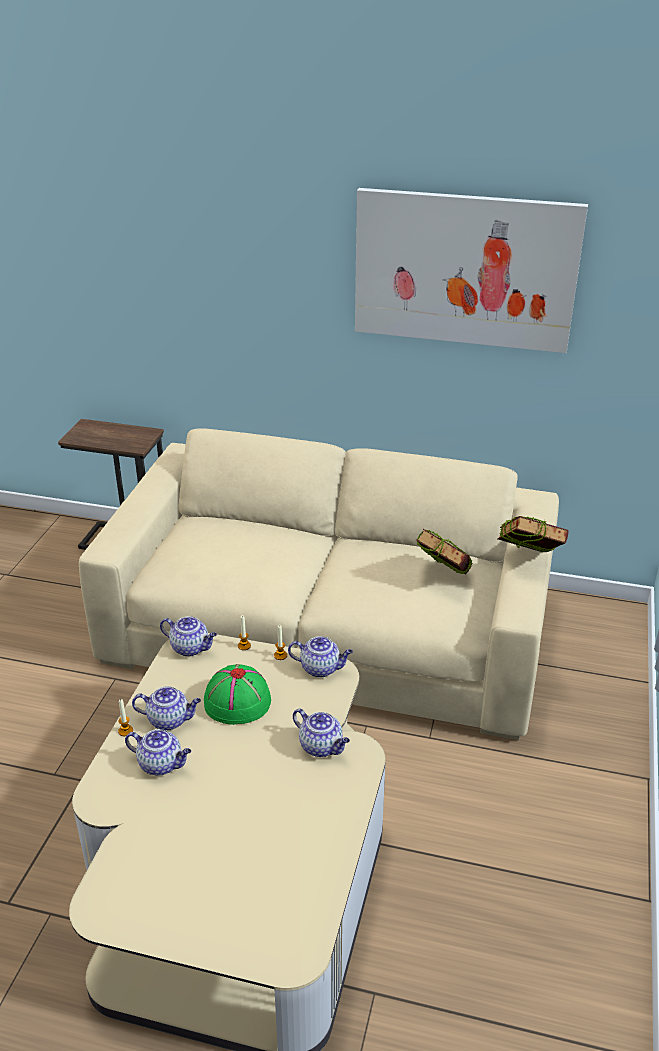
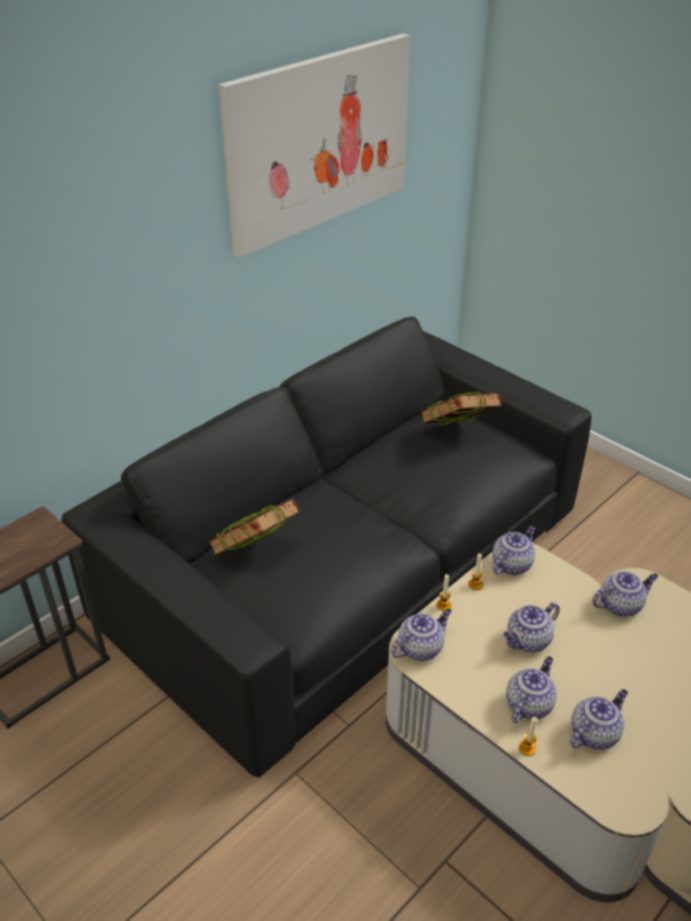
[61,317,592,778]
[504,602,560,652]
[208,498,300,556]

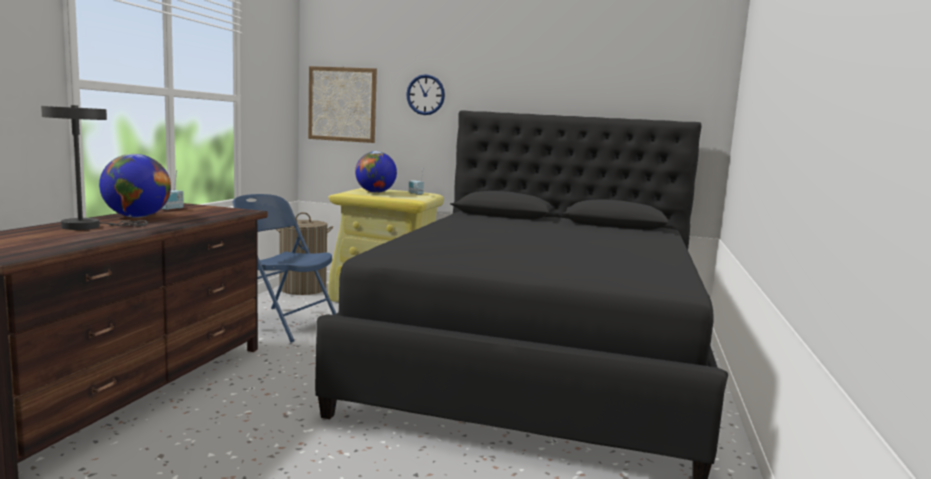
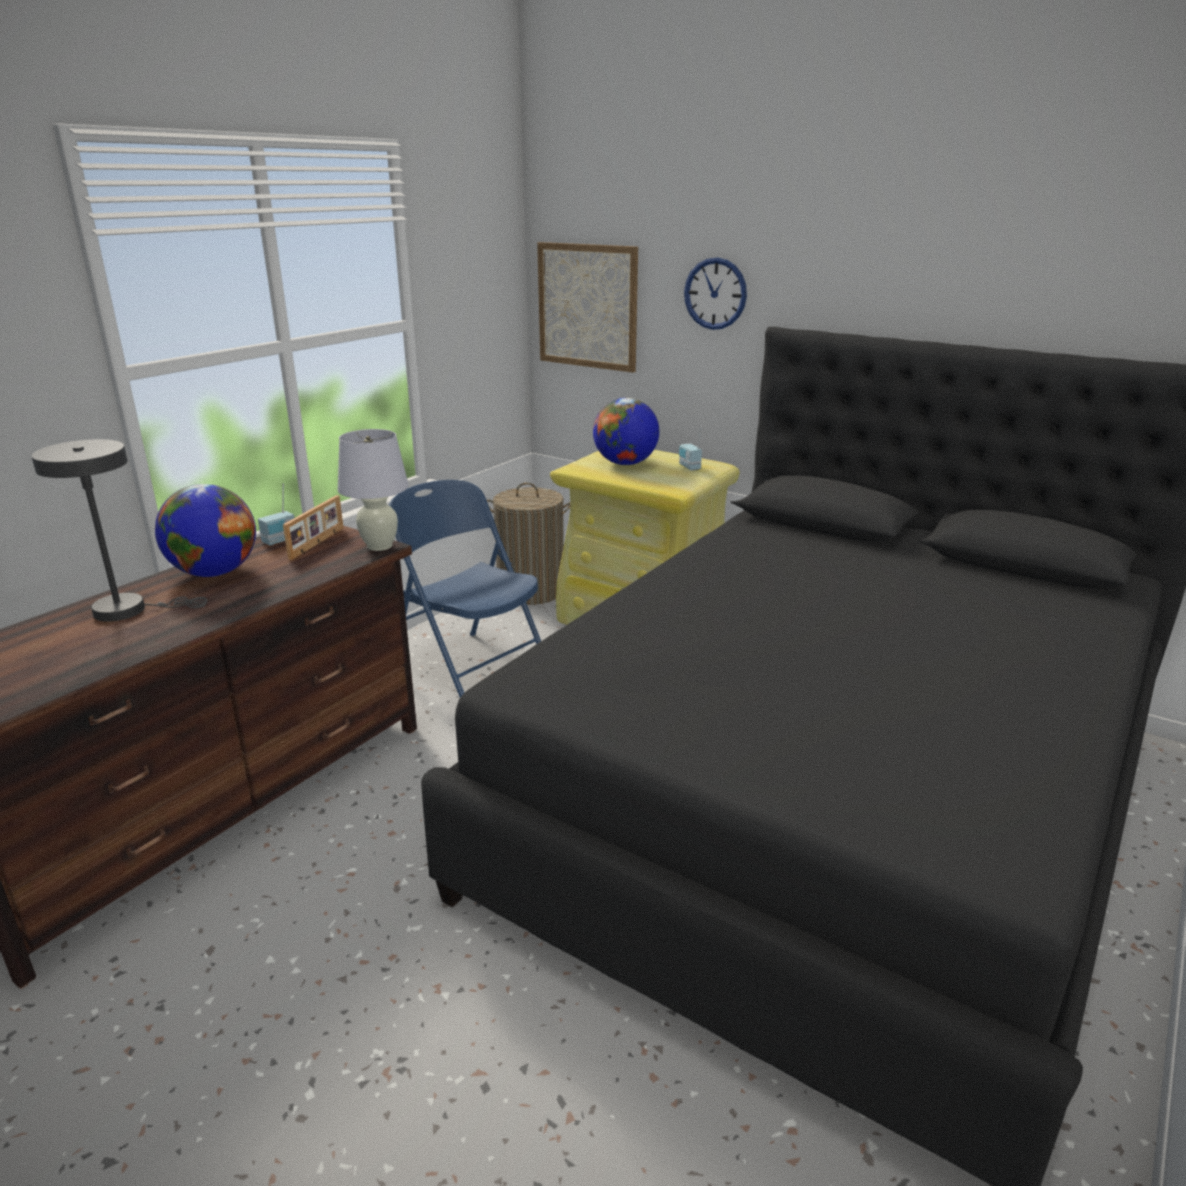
[283,495,344,560]
[338,429,409,551]

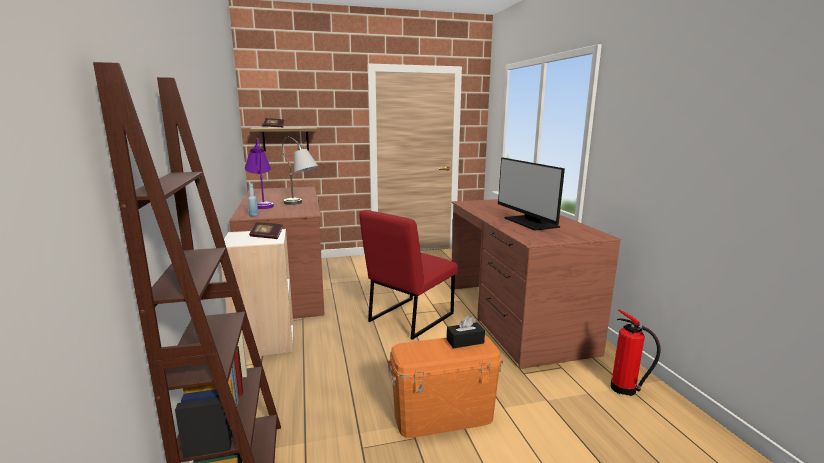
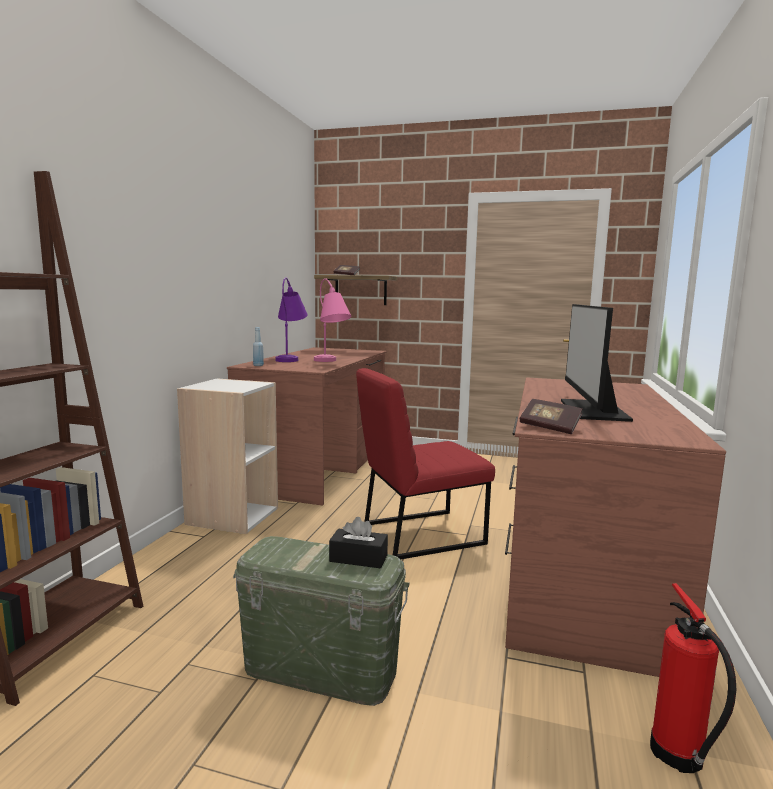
[520,399,582,434]
[314,278,352,362]
[233,536,410,706]

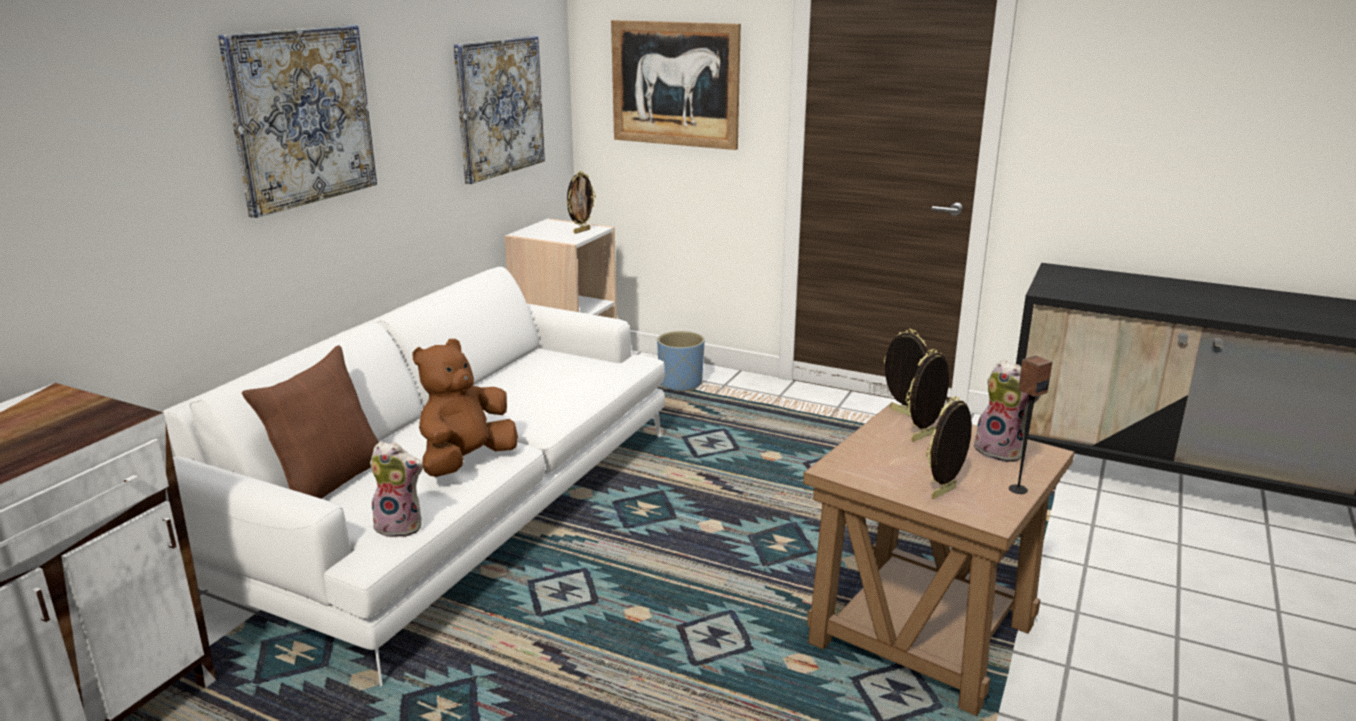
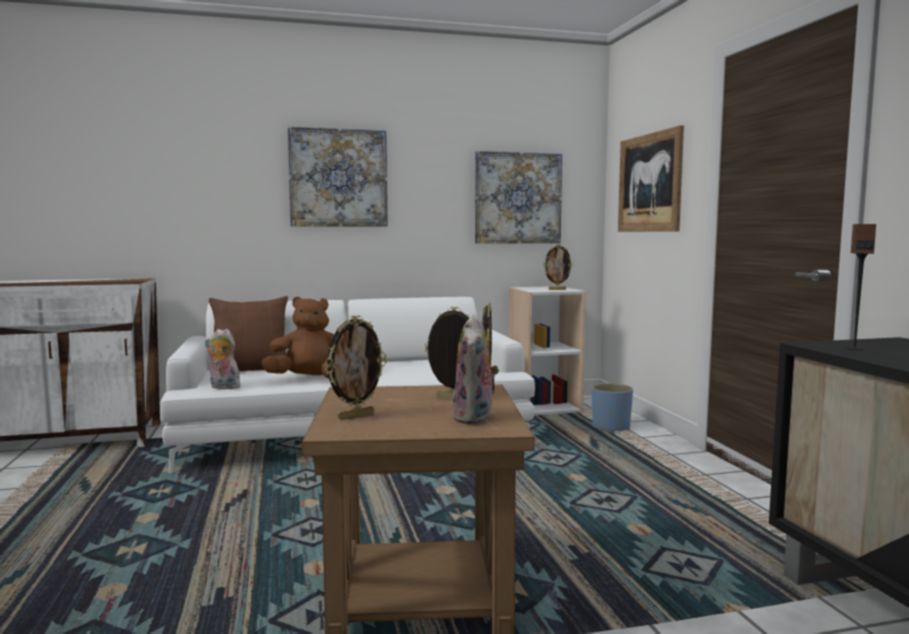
[205,329,241,389]
[325,315,387,420]
[845,224,876,350]

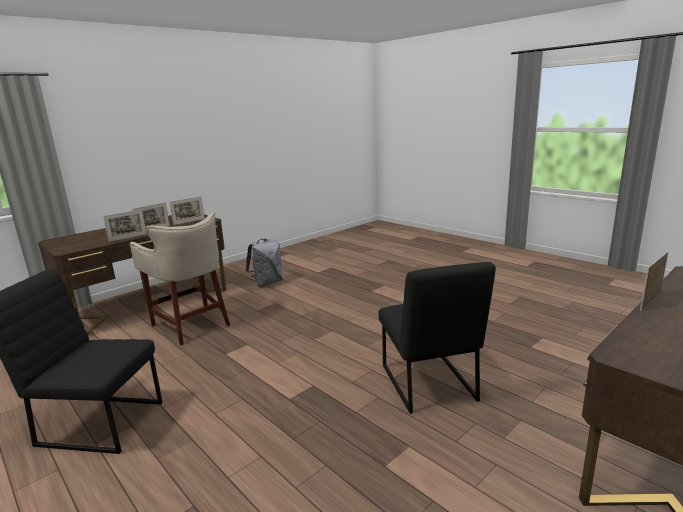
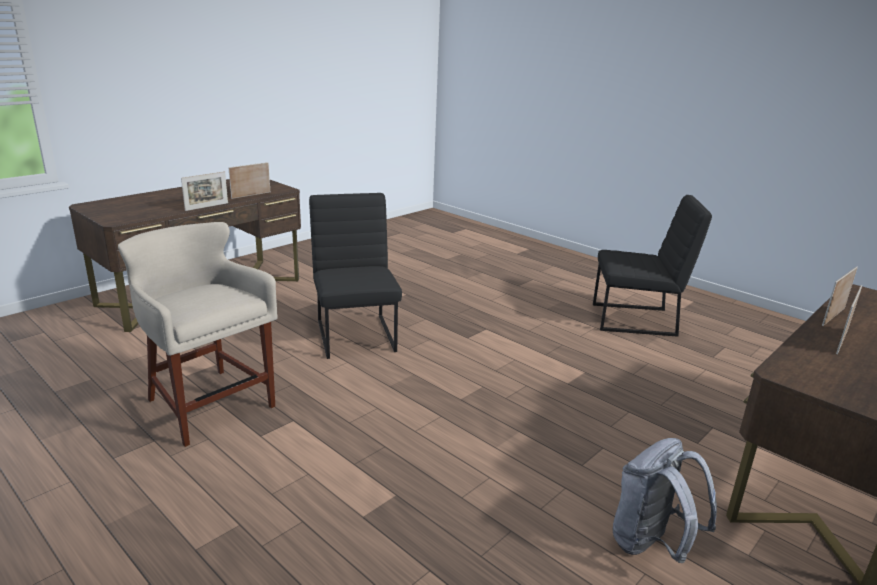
[118,222,278,447]
[229,162,270,199]

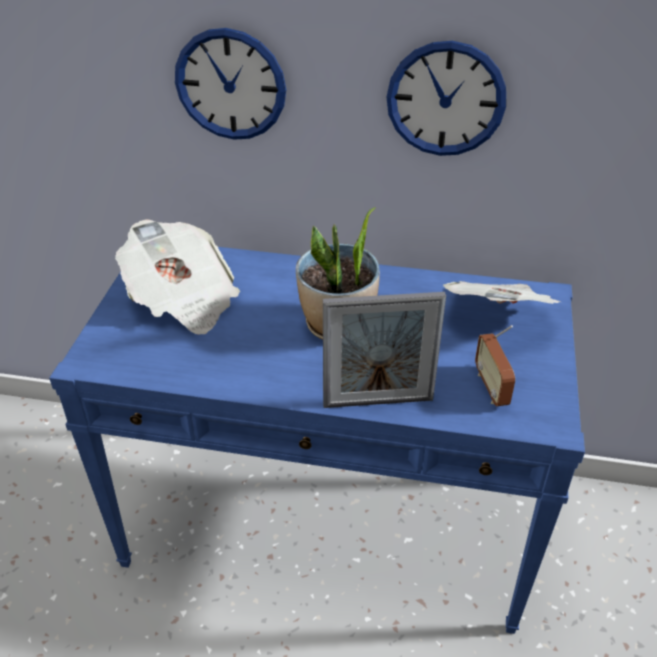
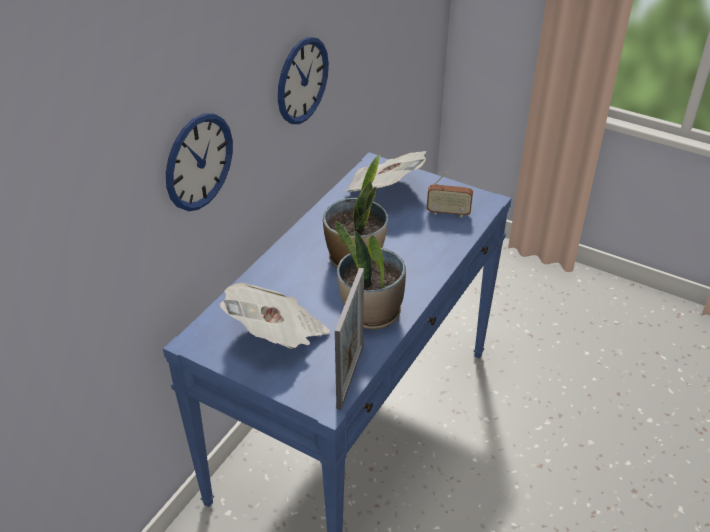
[335,268,364,410]
[335,221,406,329]

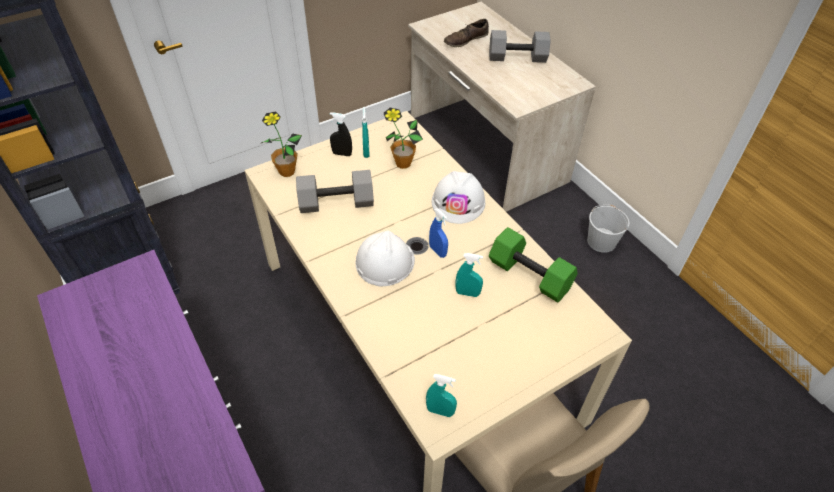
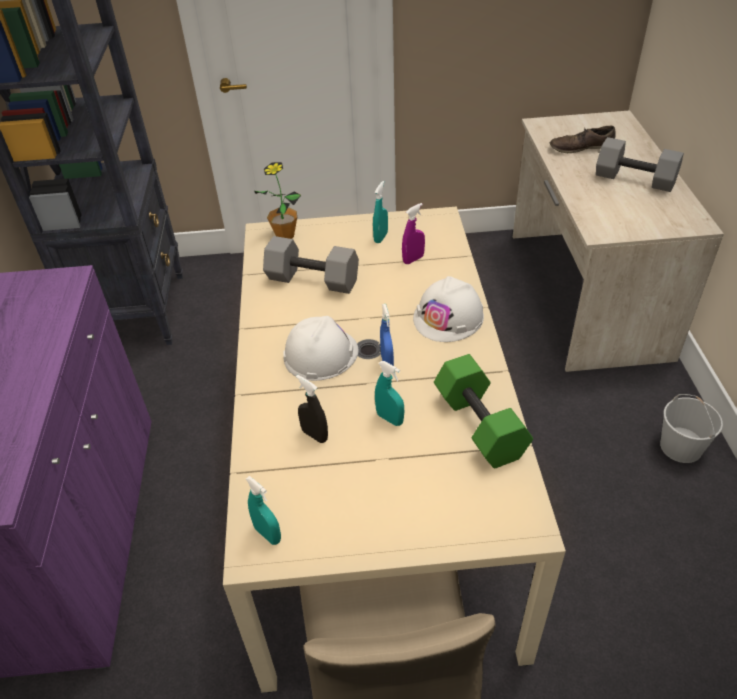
[296,375,328,443]
[402,203,425,264]

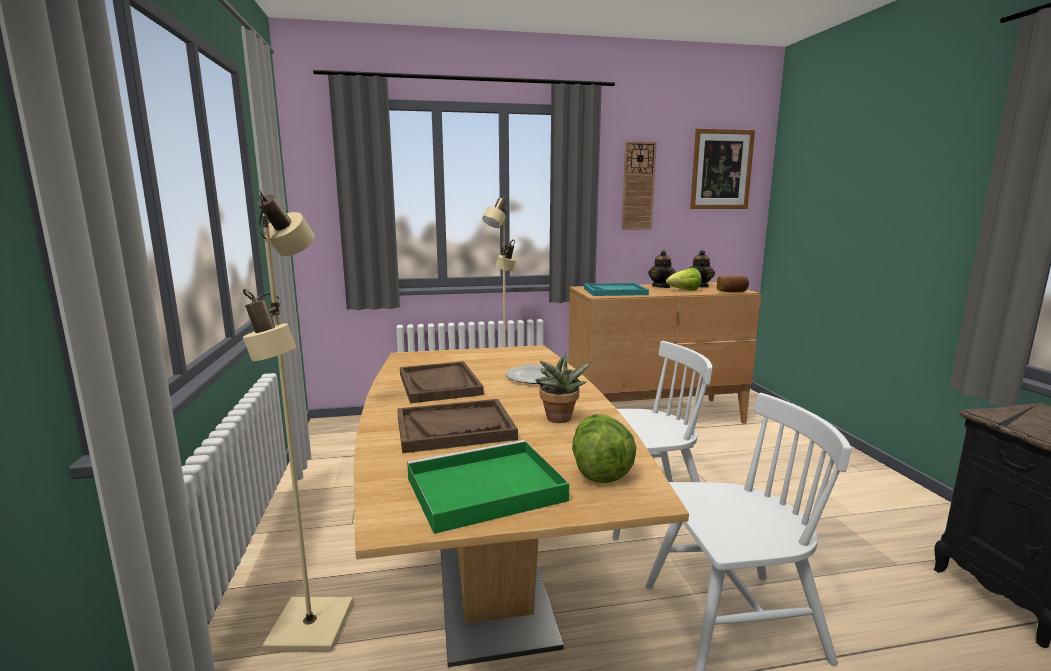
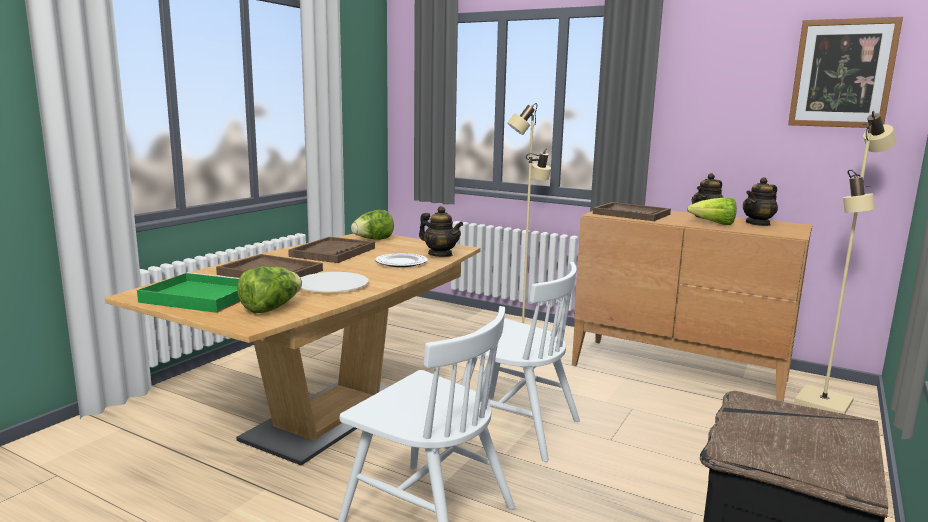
[794,111,896,414]
[300,272,369,292]
[593,202,671,221]
[622,141,657,230] (first image)
[717,276,749,292] (first image)
[351,210,394,240]
[419,206,463,257]

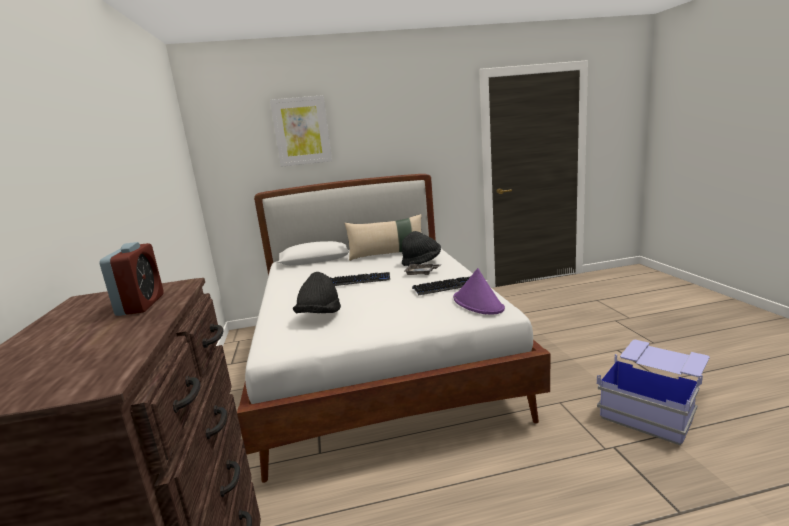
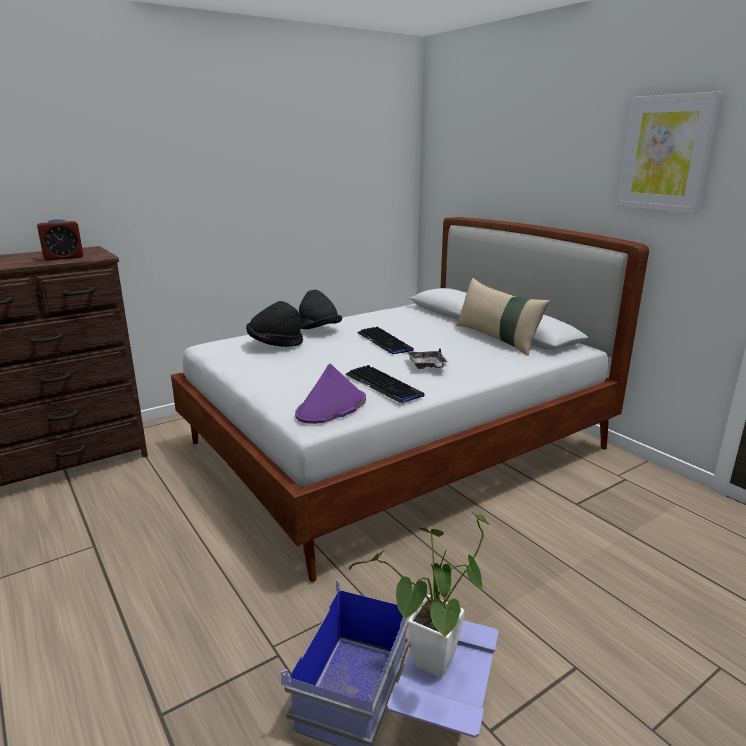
[616,91,722,214]
[299,290,342,329]
[349,513,490,678]

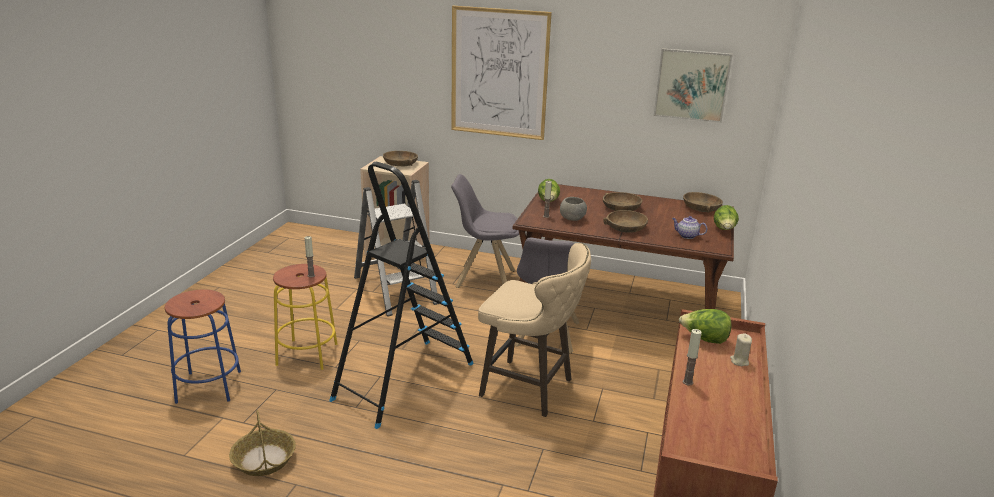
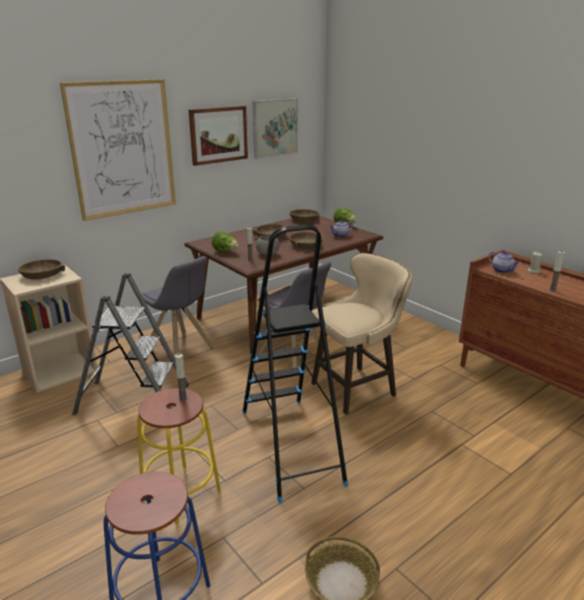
[141,256,214,357]
[489,251,520,273]
[189,106,248,166]

